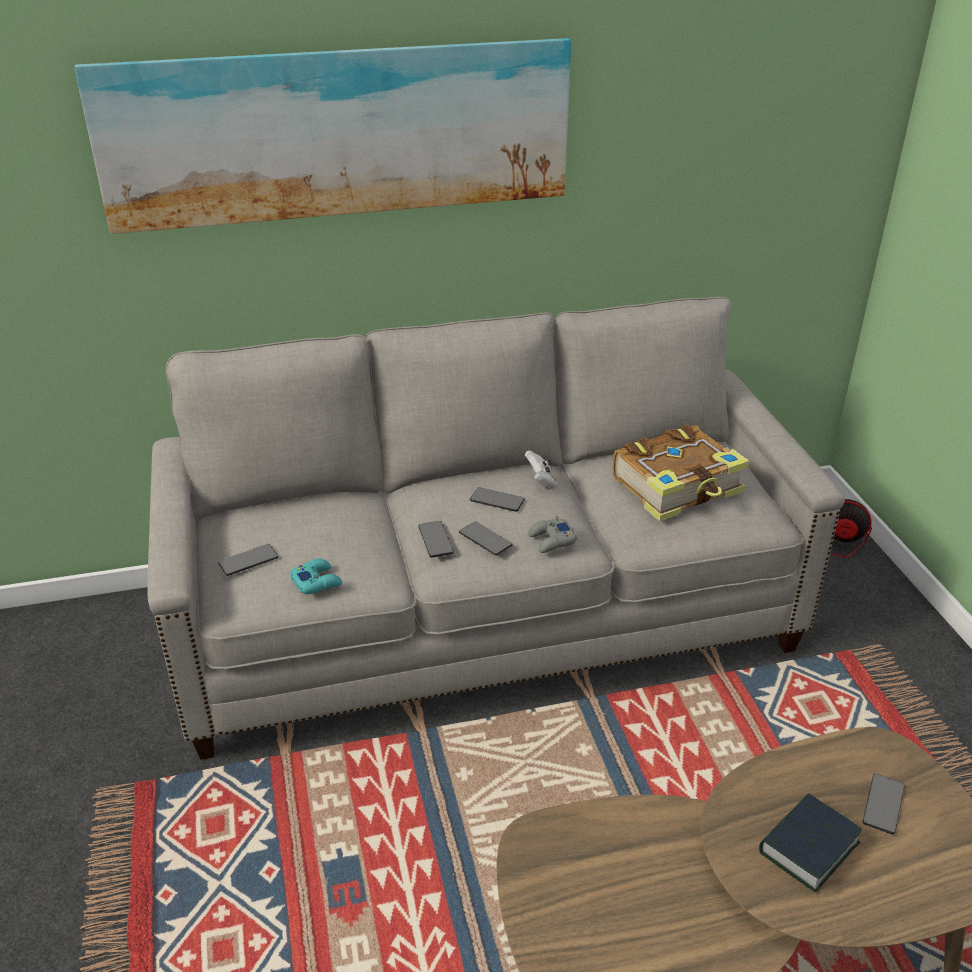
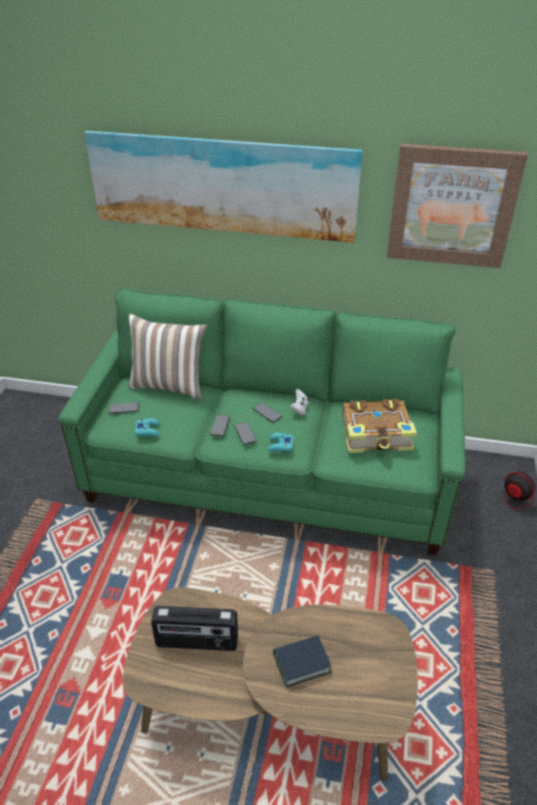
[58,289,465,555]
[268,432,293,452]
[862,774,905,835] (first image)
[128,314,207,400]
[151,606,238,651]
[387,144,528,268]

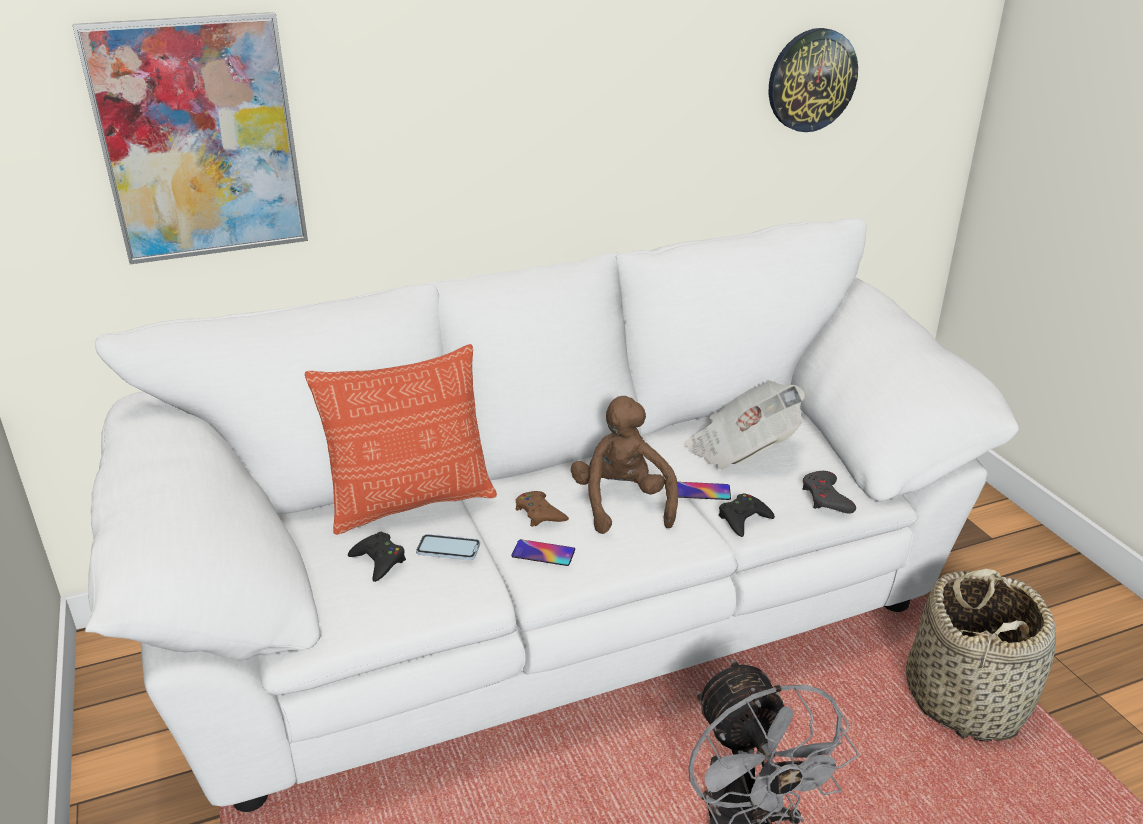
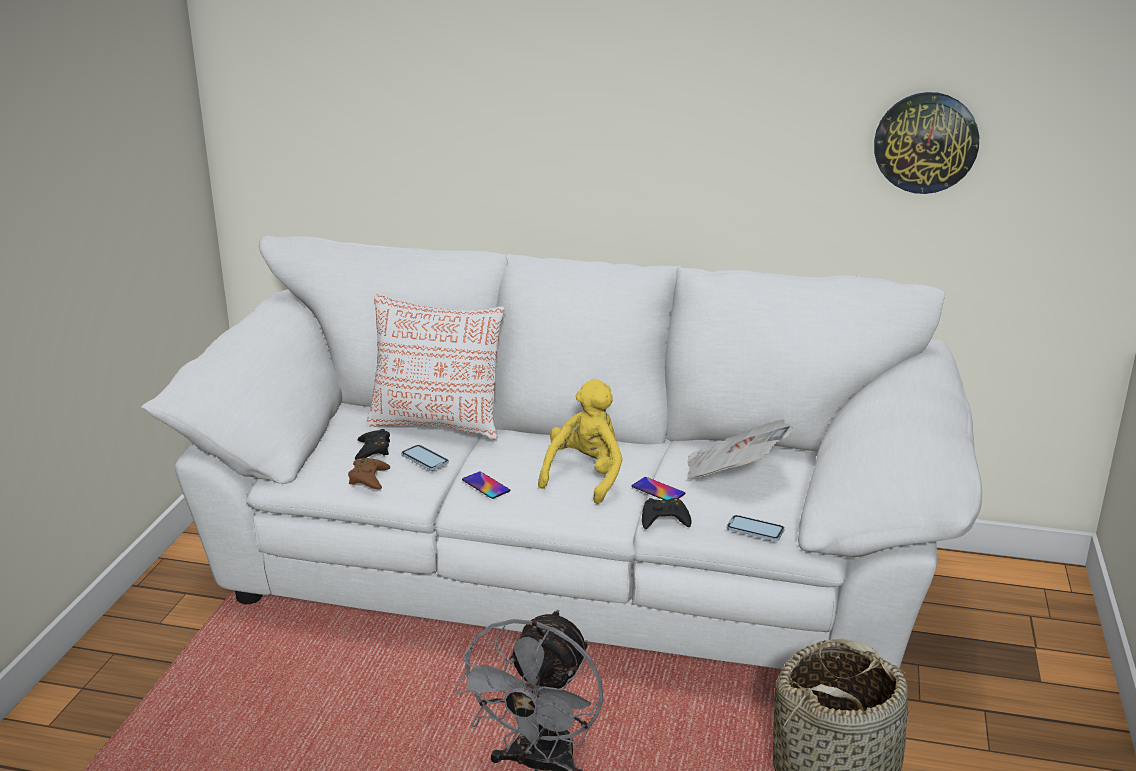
[73,12,308,264] (first image)
[366,294,505,440]
[348,458,390,490]
[538,379,623,504]
[727,515,785,541]

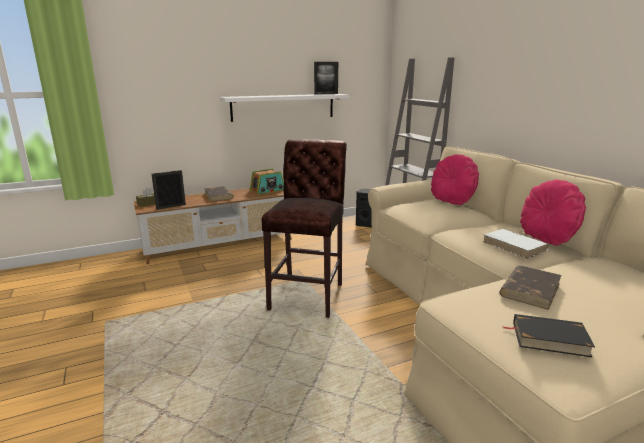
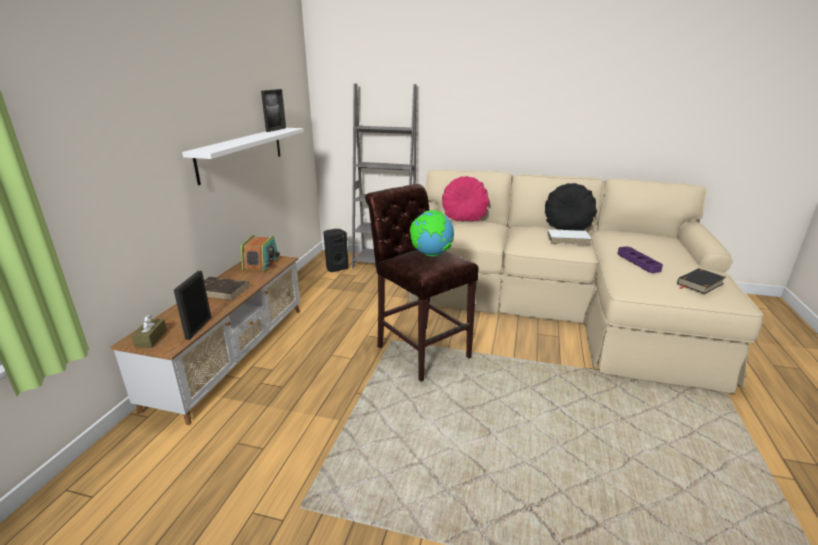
[617,246,663,273]
[545,183,597,231]
[410,210,454,256]

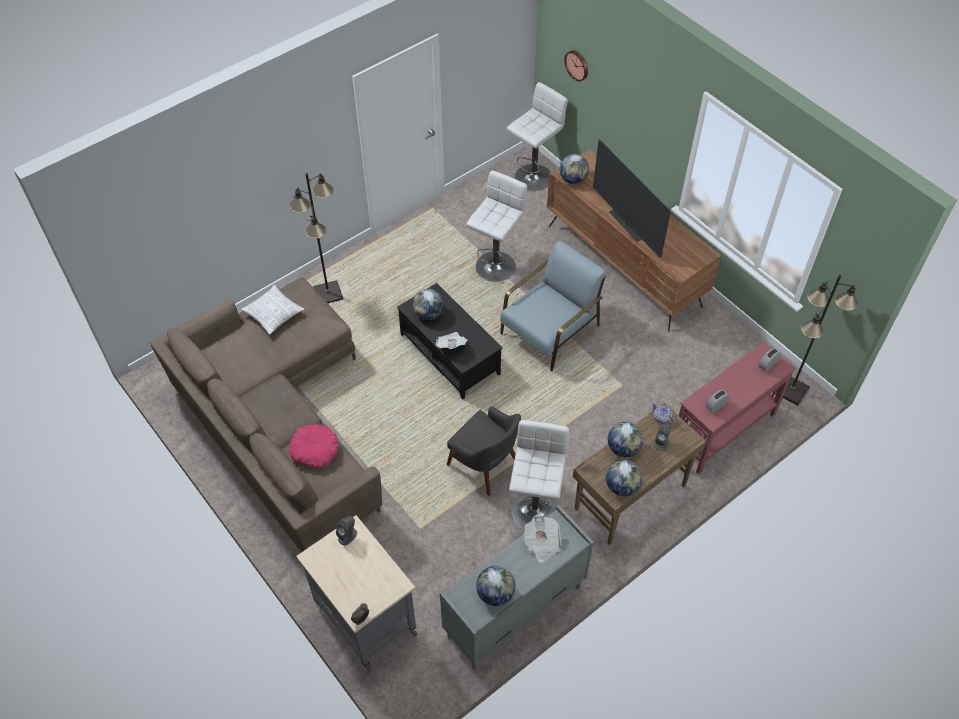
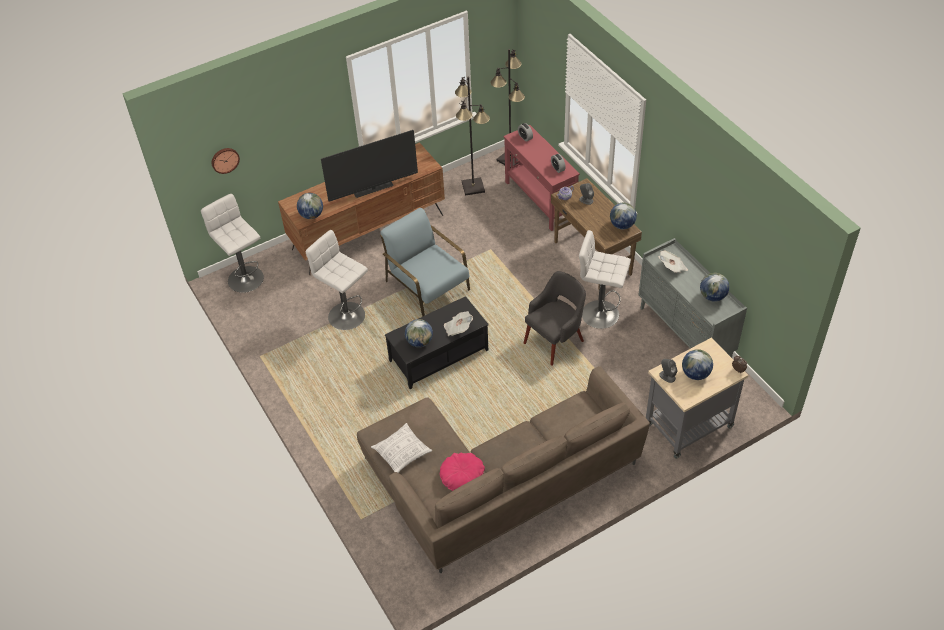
[440,453,485,491]
[455,77,490,196]
[682,349,713,380]

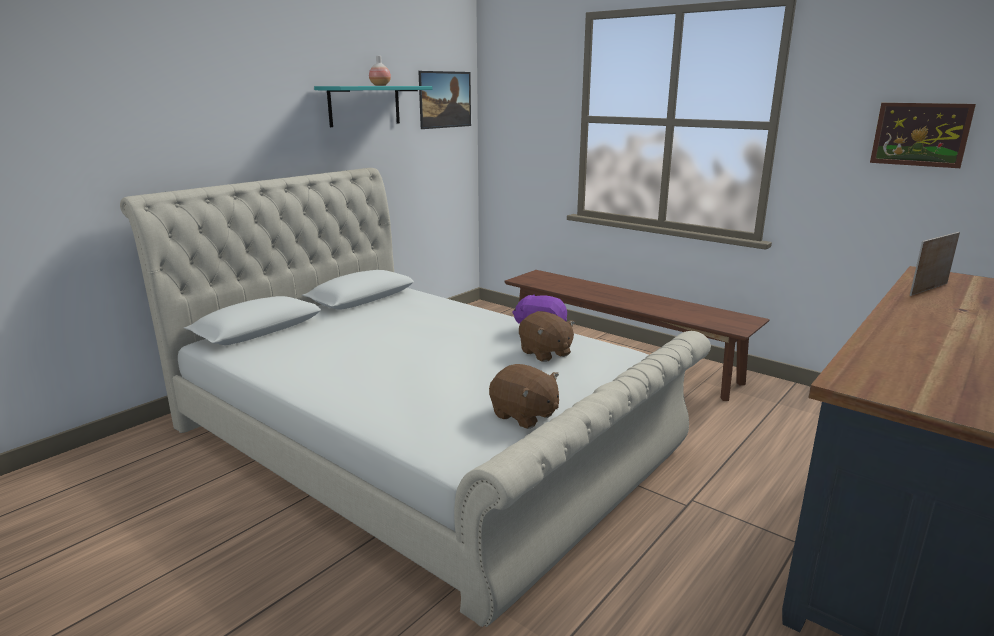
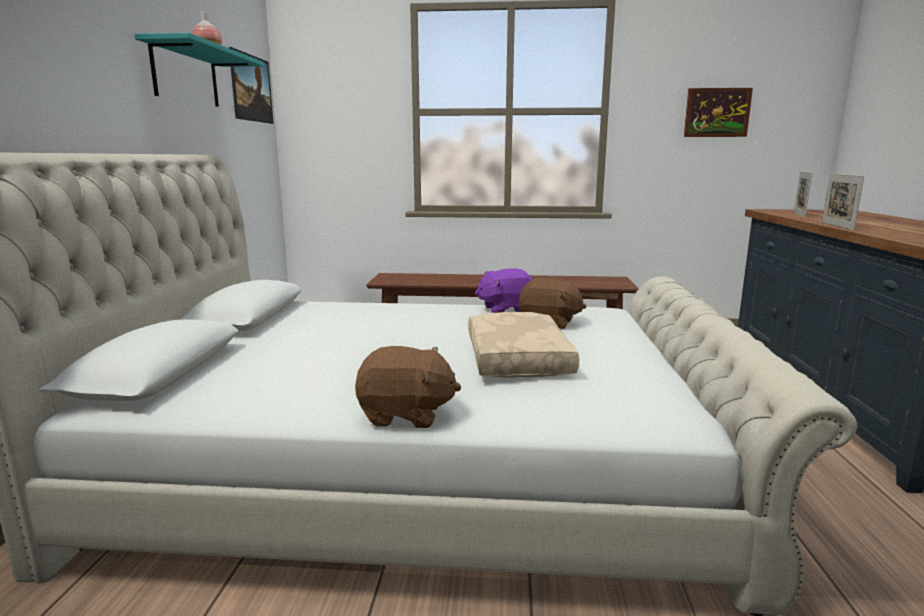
[355,346,461,428]
[468,312,579,378]
[822,174,864,231]

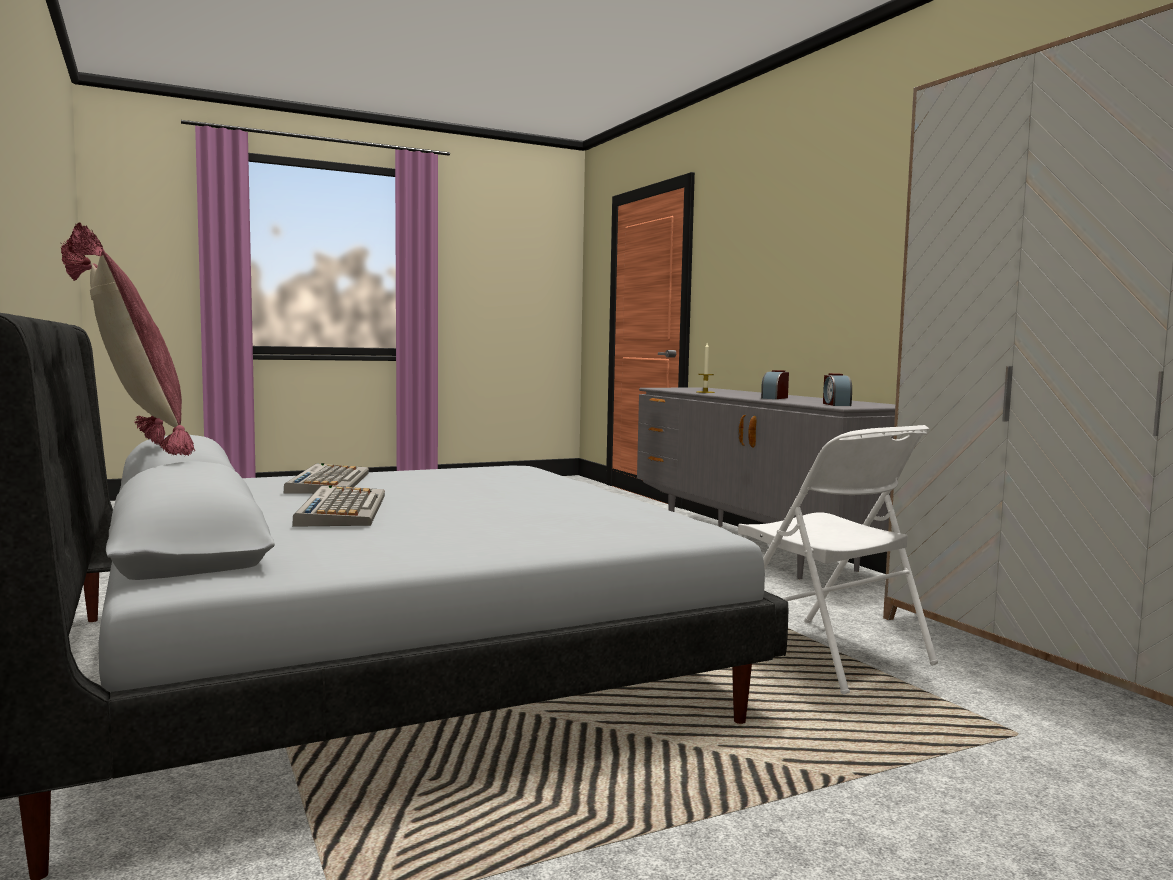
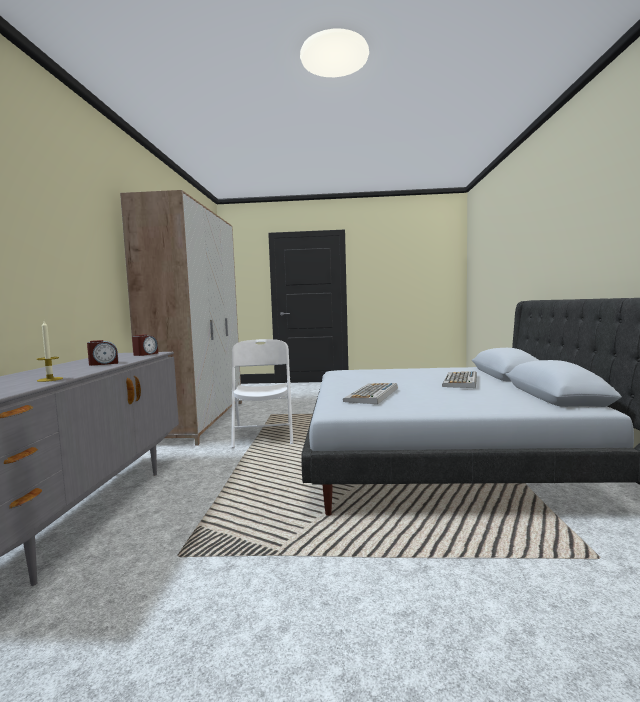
[61,222,195,456] (first image)
[343,383,398,404]

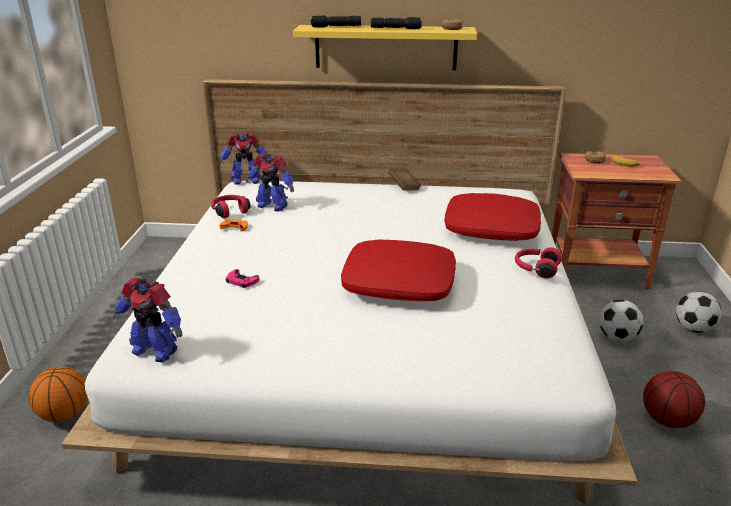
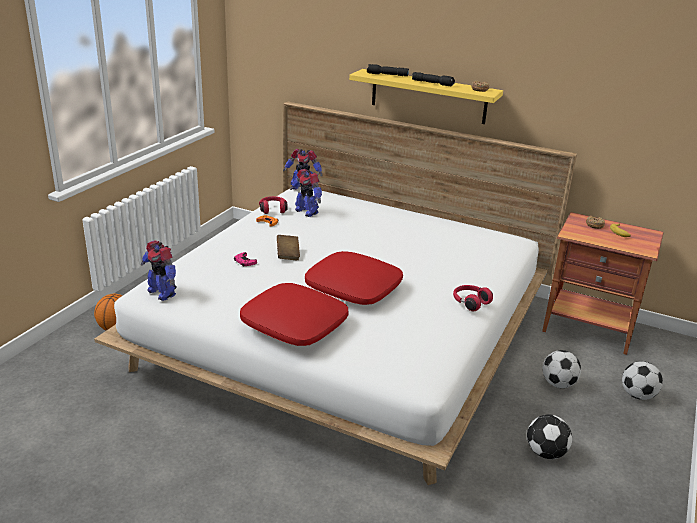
[277,235,300,260]
[240,283,349,346]
[527,414,572,459]

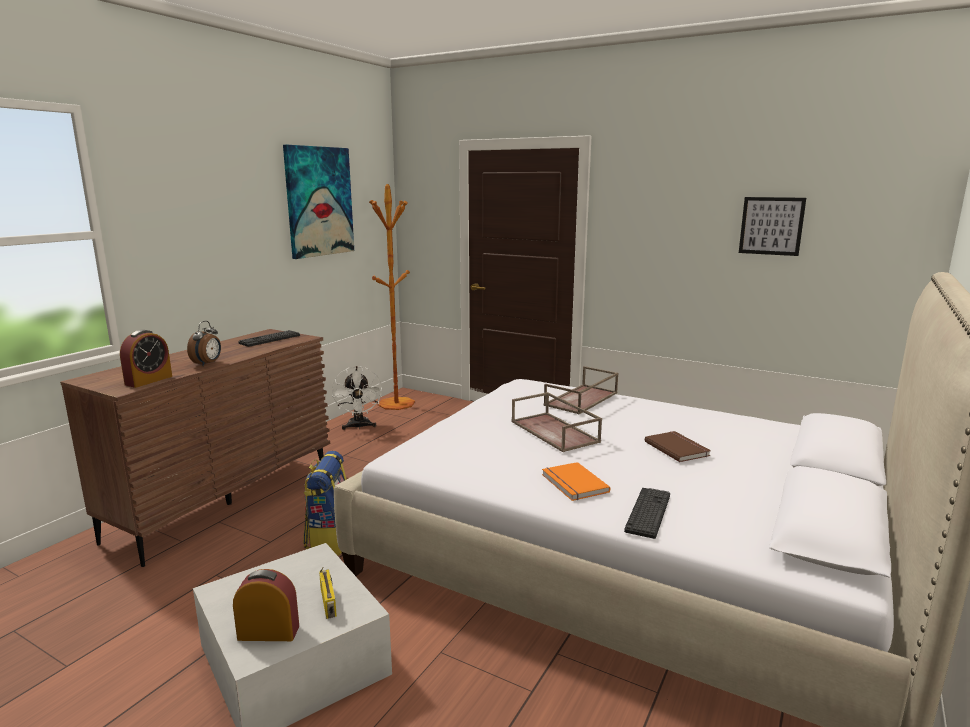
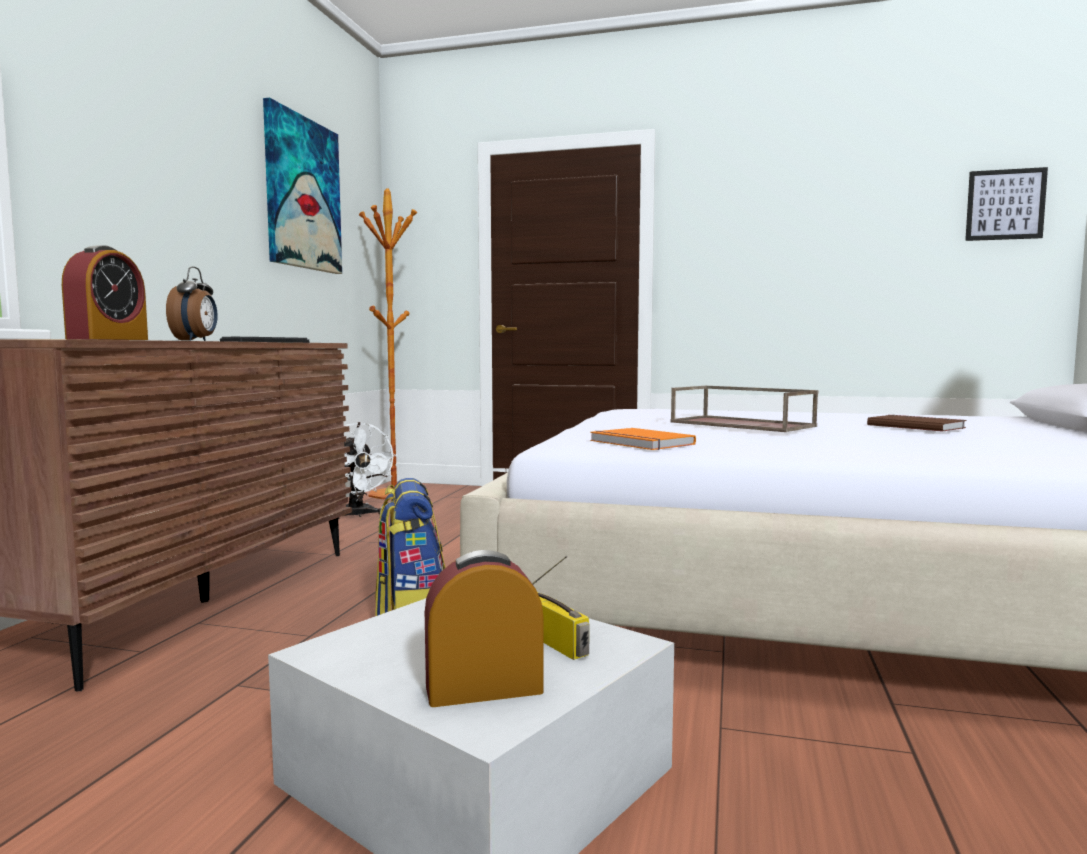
[590,428,696,450]
[544,366,618,414] (first image)
[624,488,670,539] (first image)
[965,167,1048,241]

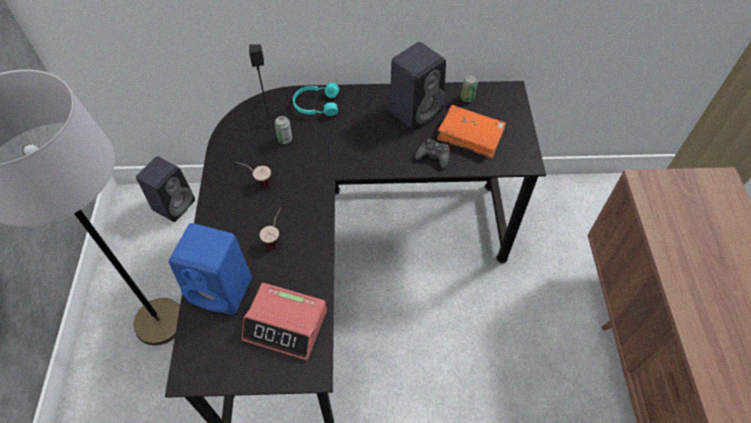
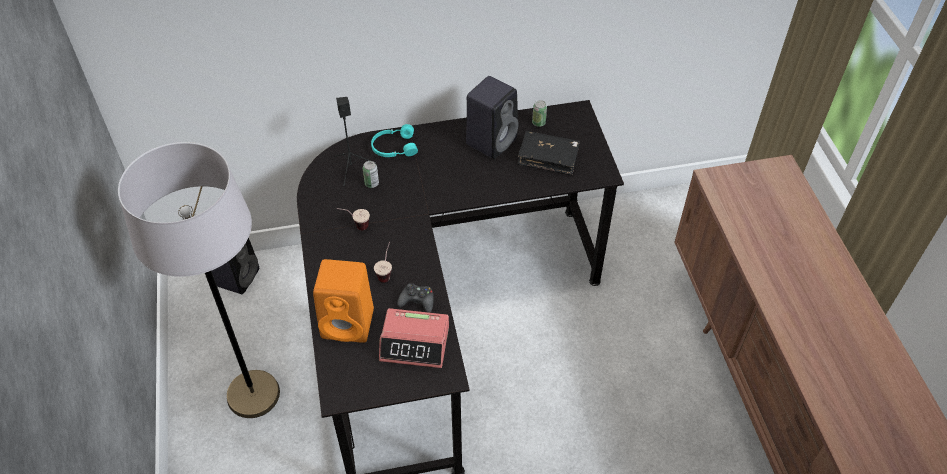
[313,259,374,343]
[397,283,434,313]
[517,131,580,175]

